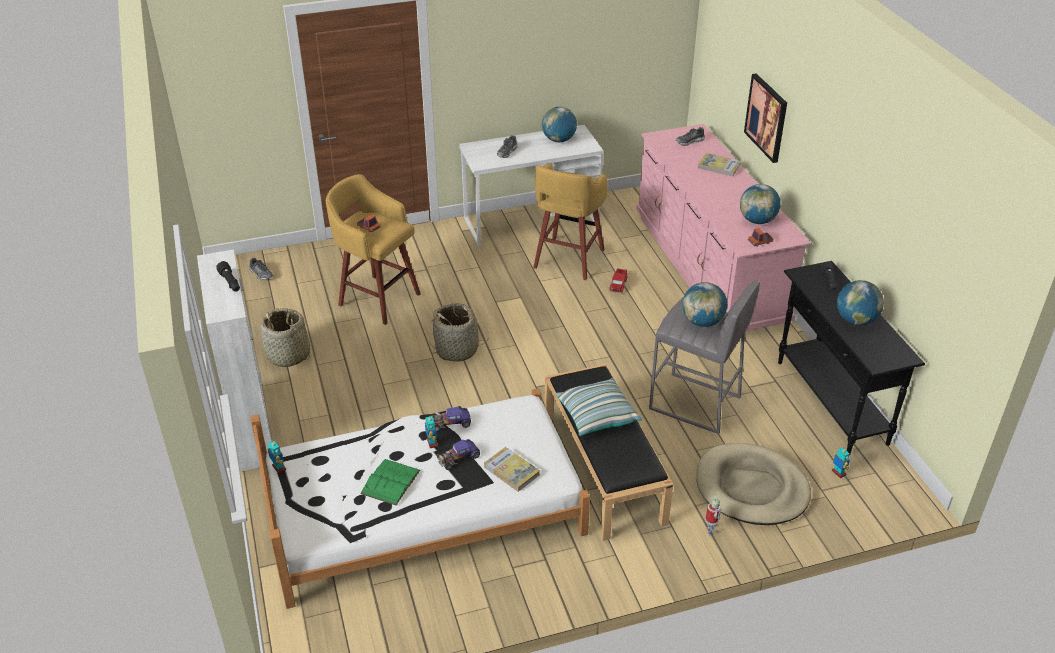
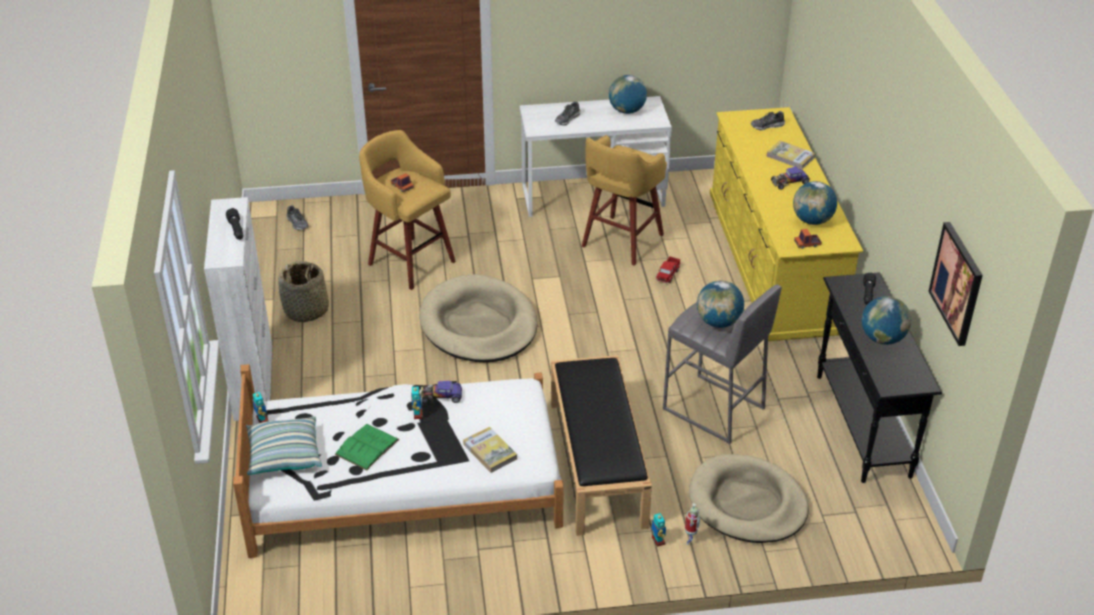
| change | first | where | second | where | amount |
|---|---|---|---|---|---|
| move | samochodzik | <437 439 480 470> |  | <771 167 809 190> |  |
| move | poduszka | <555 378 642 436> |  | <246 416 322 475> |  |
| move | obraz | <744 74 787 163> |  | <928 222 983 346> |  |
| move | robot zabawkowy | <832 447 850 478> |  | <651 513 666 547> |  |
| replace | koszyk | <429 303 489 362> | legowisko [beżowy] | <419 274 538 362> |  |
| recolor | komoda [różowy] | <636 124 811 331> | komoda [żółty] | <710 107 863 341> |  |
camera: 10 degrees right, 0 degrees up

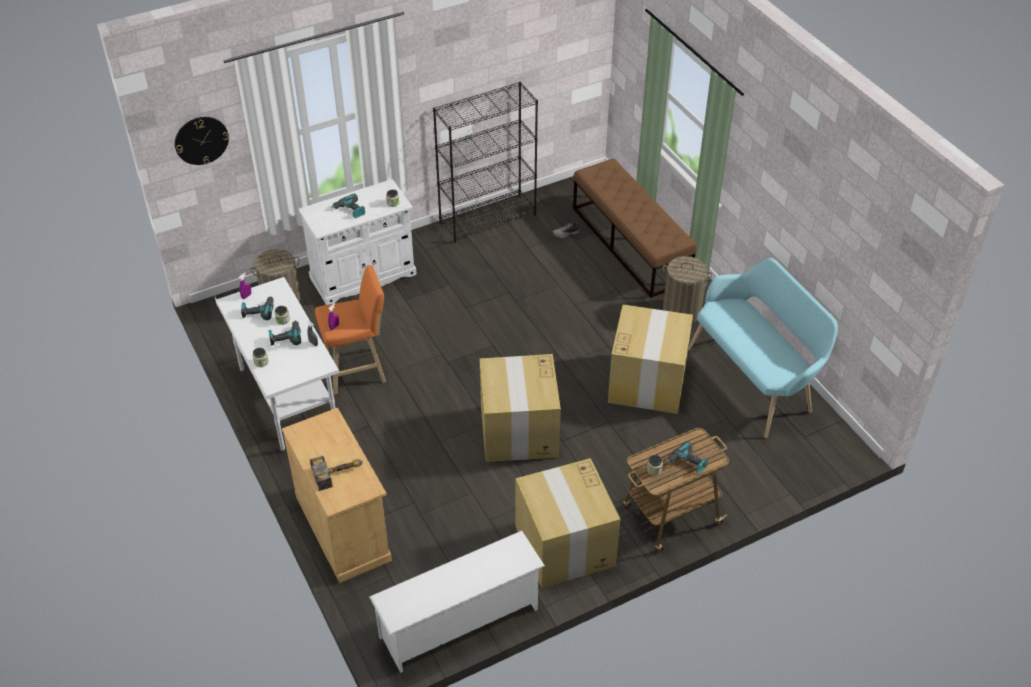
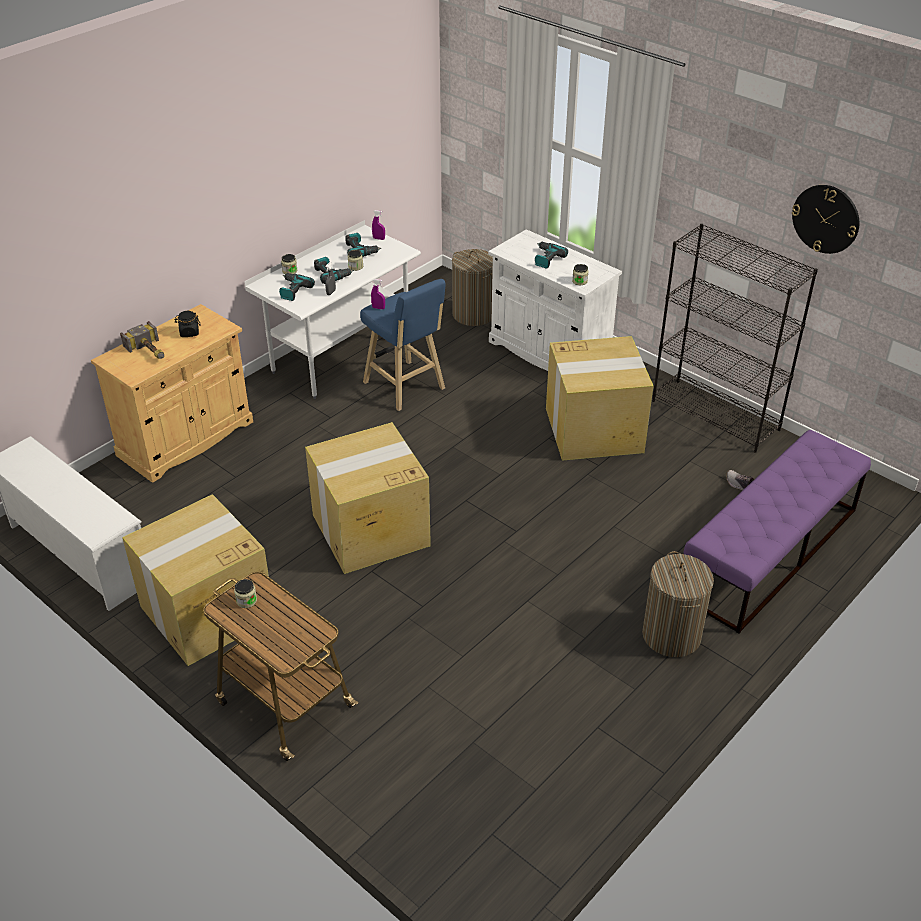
| change | first | where | second | where | amount |
|---|---|---|---|---|---|
| delete | ławka [turkusowy] | <688 258 838 438> |  |  |  |
| insert |  |  | słoik [czarny] | <175 311 200 337> |  |
| move | zegar ścienny | <175 117 229 165> |  | <792 185 859 254> |  |
| move | karton | <608 305 693 414> |  | <546 336 653 461> |  |
| move | wiertarka | <666 441 708 474> |  | <279 273 315 301> |  |
| recolor | stołek [pomarańczowy] | <315 265 386 395> | stołek [niebieski] | <360 279 446 411> |  |
| recolor | ławka [brązowy] | <573 159 697 298> | ławka [fioletowy] | <683 430 871 633> |  |
camera: 70 degrees right, 5 degrees down

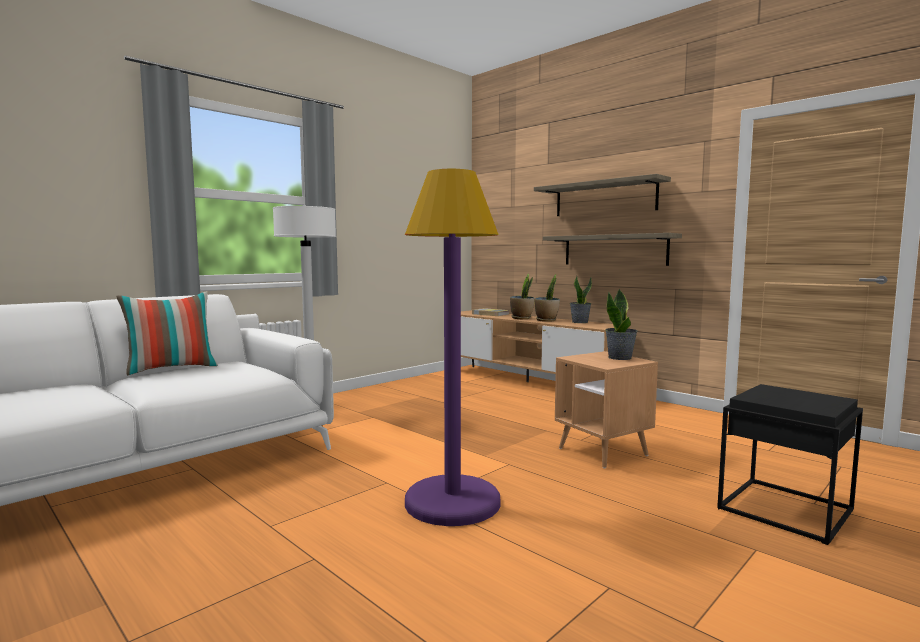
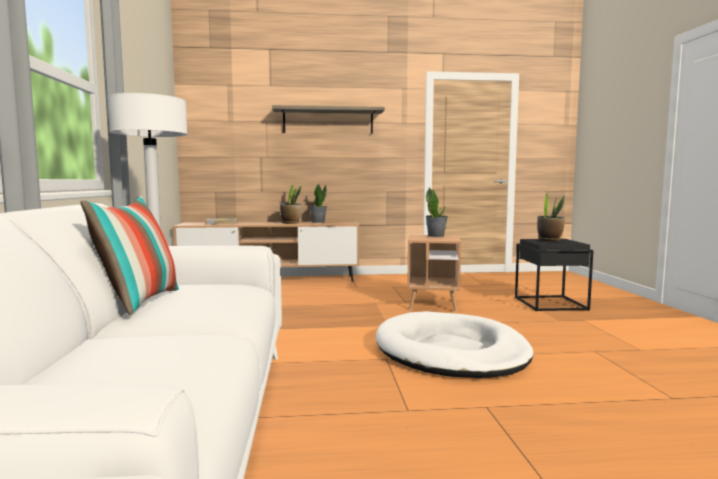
| change | first | where | second | where | amount |
|---|---|---|---|---|---|
| delete | półka | <543 233 682 266> |  |  |  |
| move | roślina doniczkowa | <510 274 534 319> |  | <537 192 565 241> |  |
| replace | lampa stojąca [fioletowy] | <405 169 501 526> | legowisko [biały] | <376 311 533 378> |  |
camera: 50 degrees left, 0 degrees up

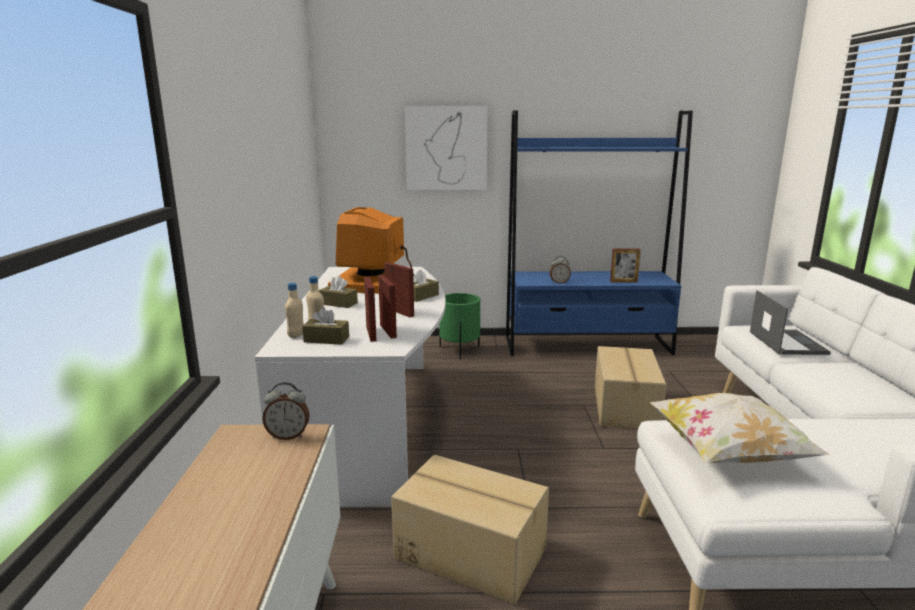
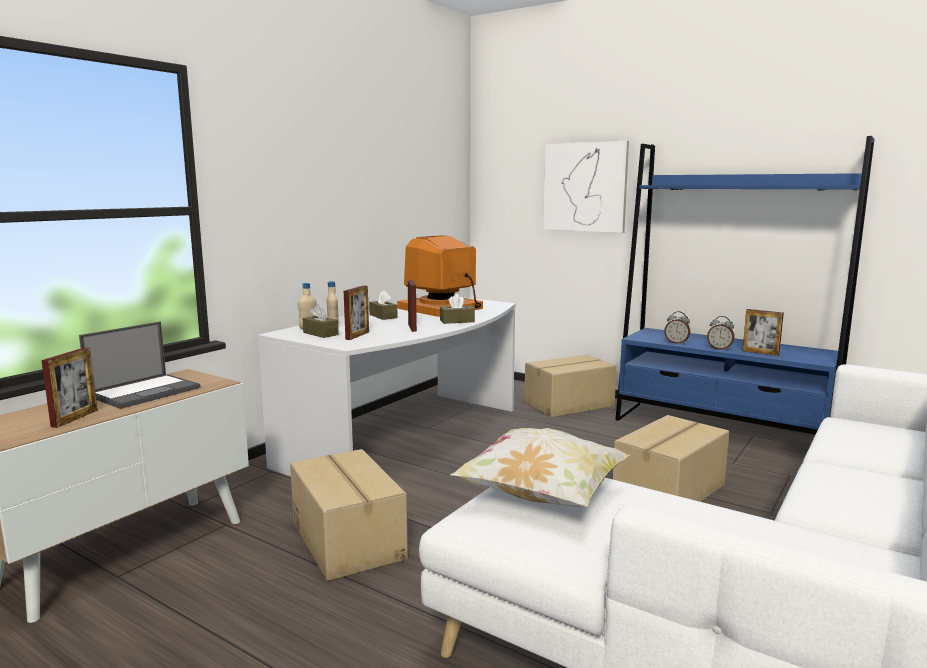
| change | first | where | second | where | amount |
|---|---|---|---|---|---|
| move | budzik | <263 382 310 440> |  | <707 316 735 350> |  |
| move | ramka na zdjęcie | <378 275 397 339> |  | <41 348 98 428> |  |
| move | laptop | <750 290 831 355> |  | <79 322 200 409> |  |
| replace | donica [zielony] | <440 293 480 359> | karton | <524 355 617 417> |  |
camera: 35 degrees right, 5 degrees down

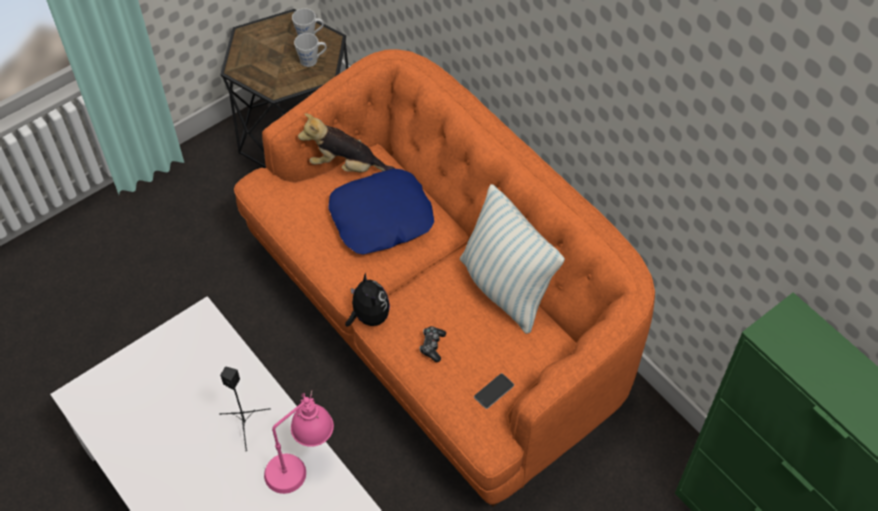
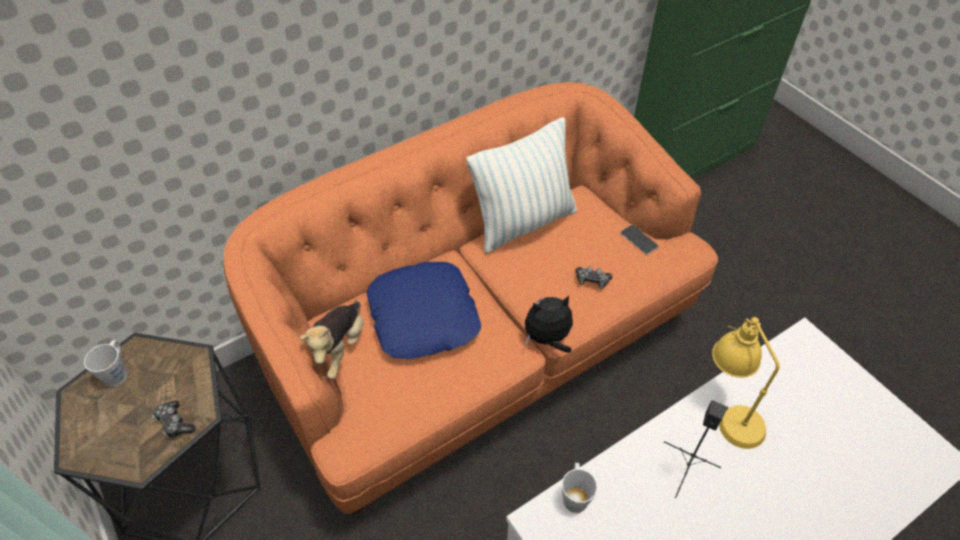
| change | first | where | second | where | amount |
|---|---|---|---|---|---|
| insert |  |  | pad do gier | <153 401 196 438> |  |
| move | kubek [szary] | <294 33 326 67> |  | <562 463 597 513> |  |
| recolor | lampa stołowa [różowy] | <264 390 334 494> | lampa stołowa [żółty] | <712 317 780 449> |  |
camera: 85 degrees left, 5 degrees down

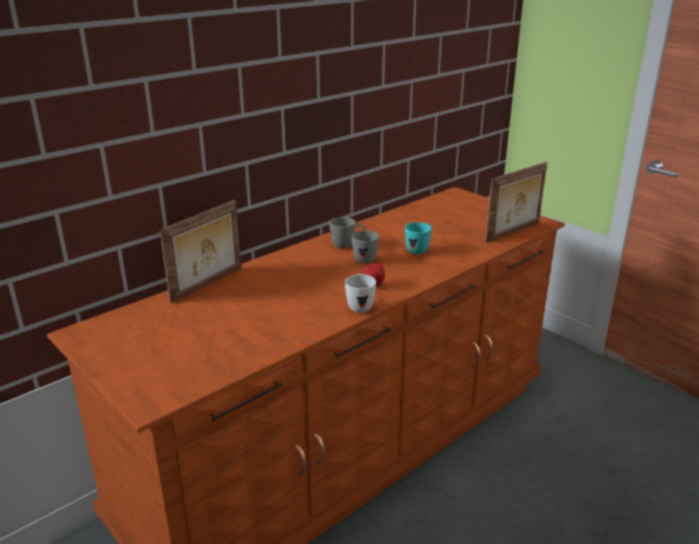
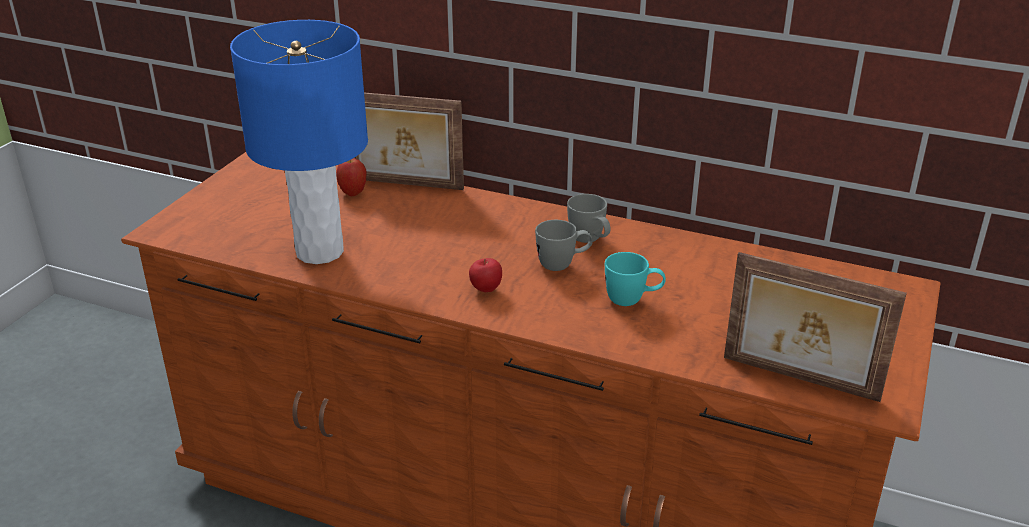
| change | first | where | second | where | amount |
|---|---|---|---|---|---|
| delete | kubek [biały] | <345 274 376 313> |  |  |  |
| insert |  |  | lampa stołowa [niebieski] | <230 20 368 264> |  |
| insert |  |  | jabłko | <336 158 366 196> |  |
camera: 65 degrees right, 5 degrees up

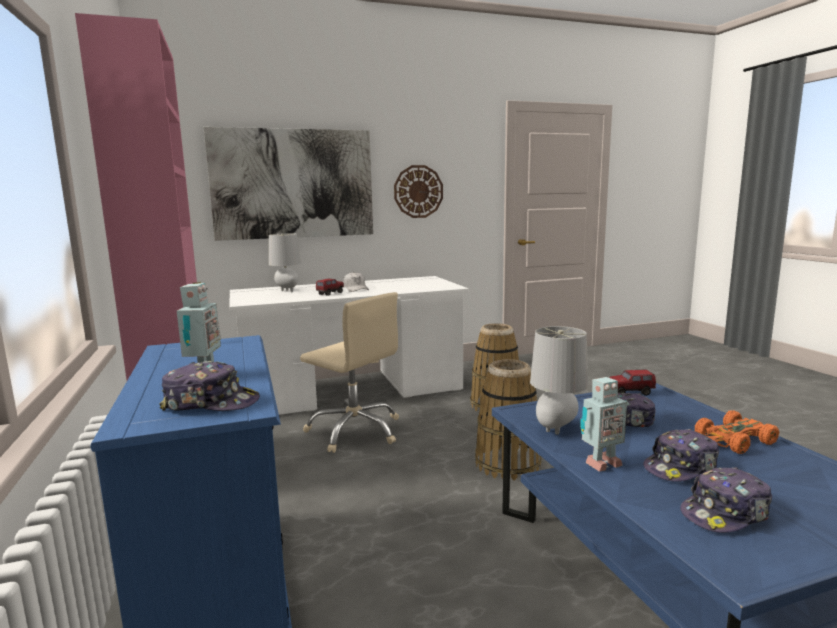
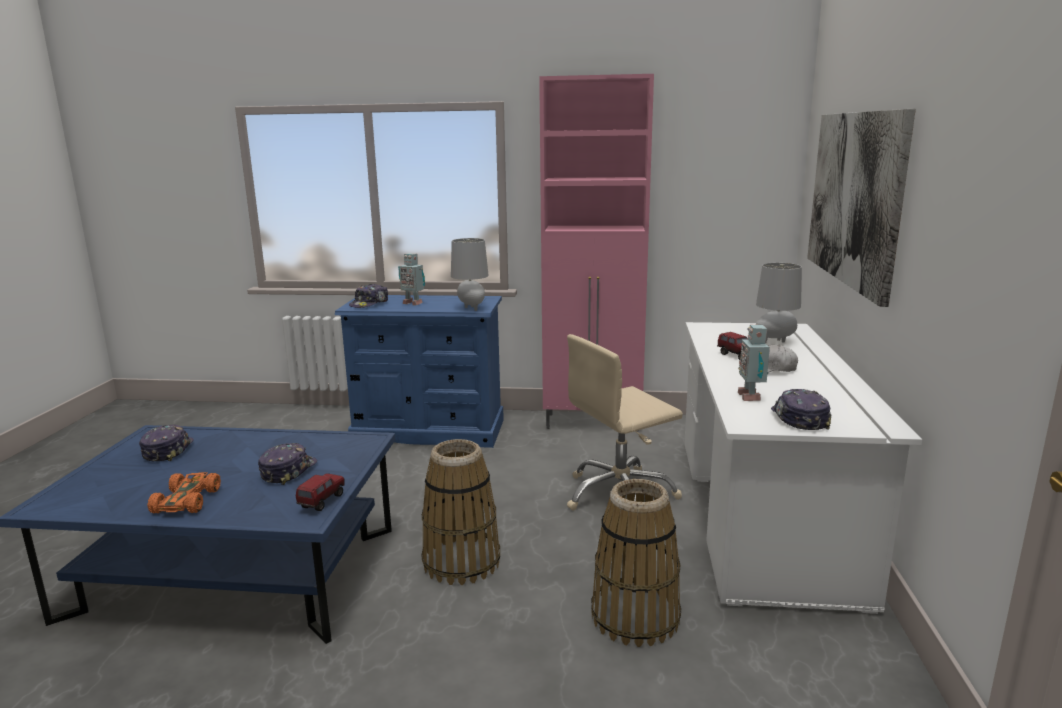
| change | first | where | second | where | amount |
|---|---|---|---|---|---|
| delete | zegar ścienny | <394 165 443 218> |  |  |  |
| move | lampa stołowa [szary] | <530 326 588 434> |  | <451 238 489 311> |  |
| move | robot zabawkowy | <580 377 627 472> |  | <738 325 770 401> |  |
| move | czapka z daszkiem | <643 429 719 482> |  | <771 389 831 430> |  |
camera: 115 degrees right, 5 degrees up

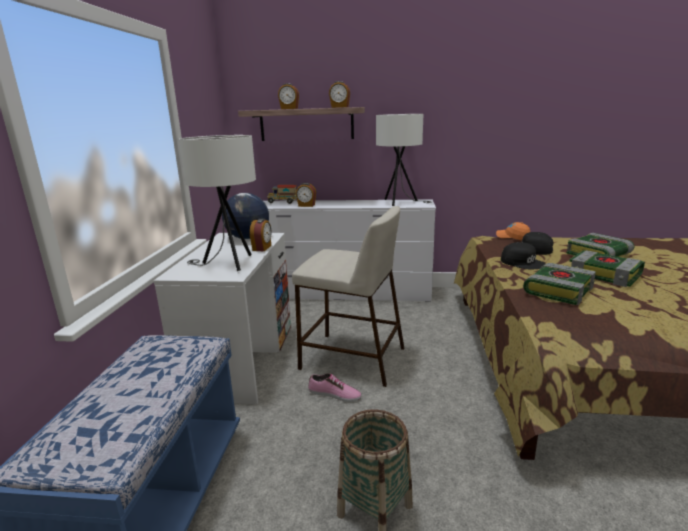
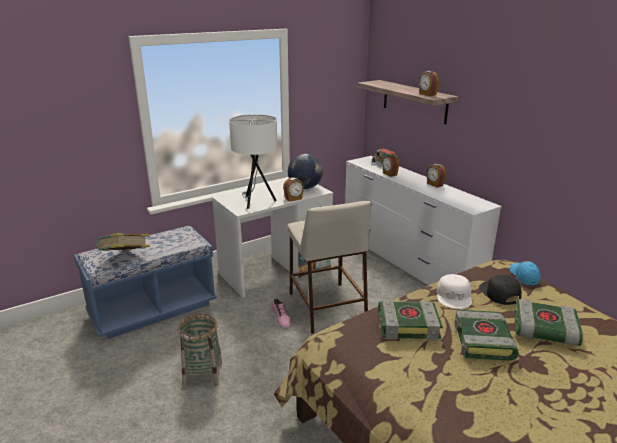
| change | first | where | second | where | amount |
|---|---|---|---|---|---|
| delete | lampa stołowa [biały] | <376 114 431 206> |  |  |  |
| insert |  |  | książka | <96 233 150 251> |  |
| move | budzik | <278 83 299 109> |  | <427 164 446 188> |  |
| recolor | czapka z daszkiem [pomarańczowy] | <496 222 530 240> | czapka z daszkiem [niebieski] | <510 261 540 285> |  |
| recolor | czapka z daszkiem [czarny] | <501 242 546 269> | czapka z daszkiem [biały] | <437 274 472 309> |  |
camera: 50 degrees right, 5 degrees up

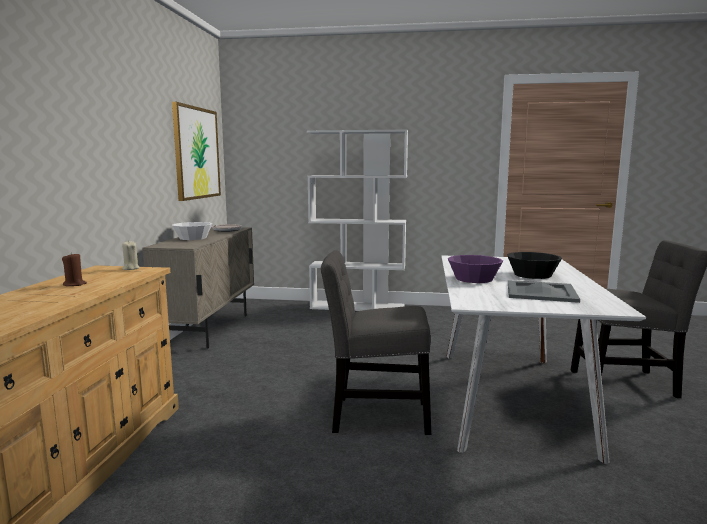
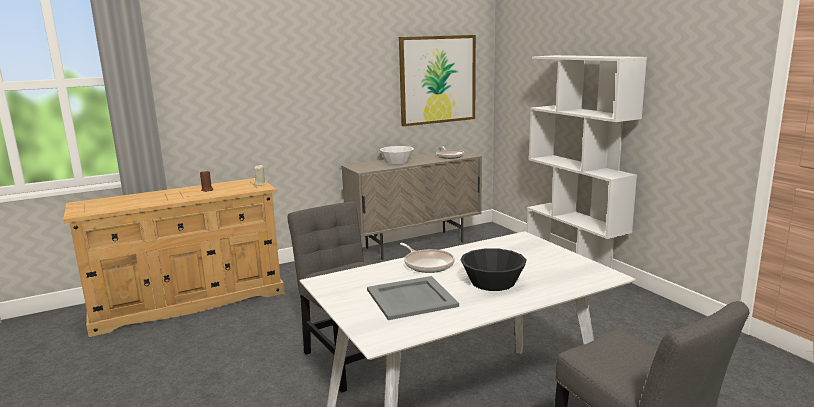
| change | first | where | second | where | amount |
|---|---|---|---|---|---|
| replace | miska [fioletowy] | <448 255 503 283> | patelnia | <400 243 455 273> |  |
camera: 55 degrees right, 5 degrees up

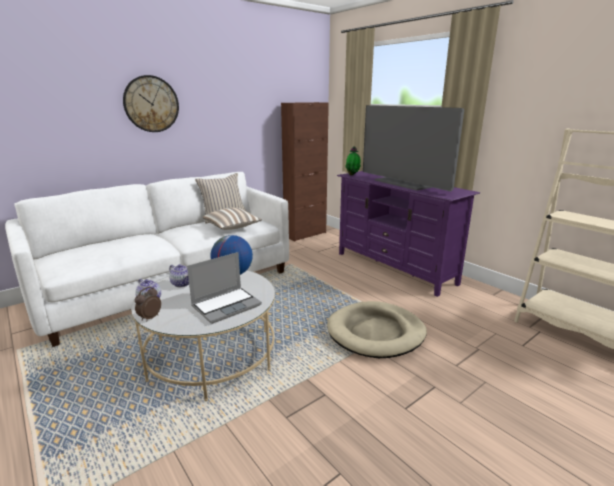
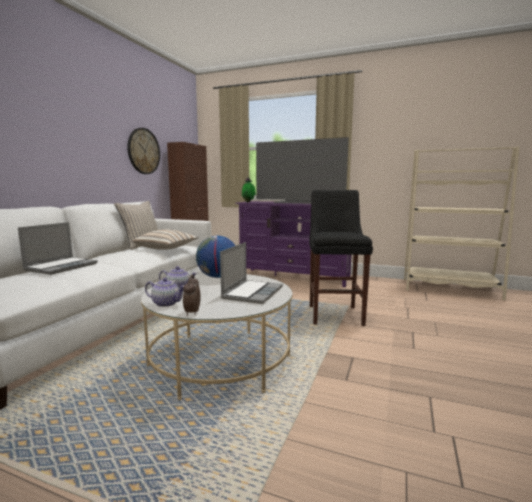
| change | first | where | second | where | amount |
|---|---|---|---|---|---|
| insert |  |  | laptop | <18 222 97 275> |  |
| move | zegar ścienny | <123 75 179 132> |  | <127 128 160 174> |  |
| replace | legowisko [beżowy] | <327 301 427 358> | stołek [czarny] | <309 190 373 326> |  |
camera: 30 degrees left, 10 degrees down

